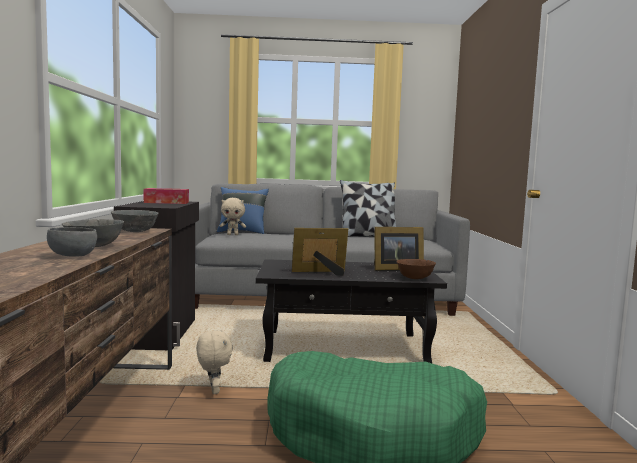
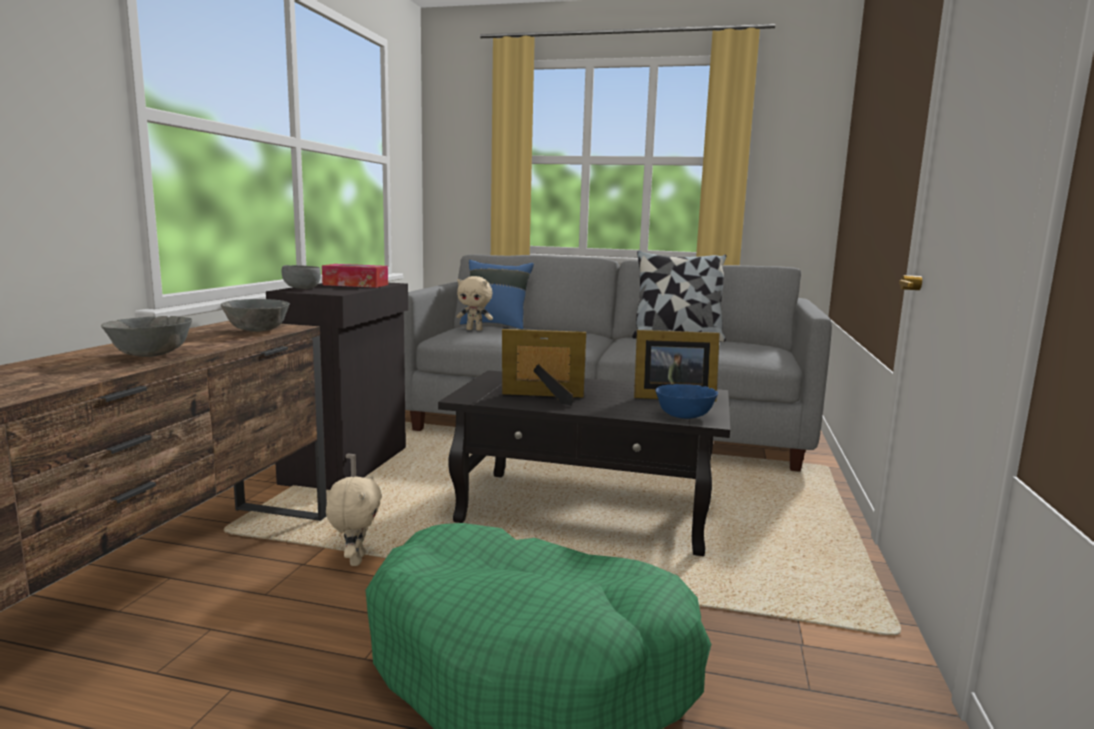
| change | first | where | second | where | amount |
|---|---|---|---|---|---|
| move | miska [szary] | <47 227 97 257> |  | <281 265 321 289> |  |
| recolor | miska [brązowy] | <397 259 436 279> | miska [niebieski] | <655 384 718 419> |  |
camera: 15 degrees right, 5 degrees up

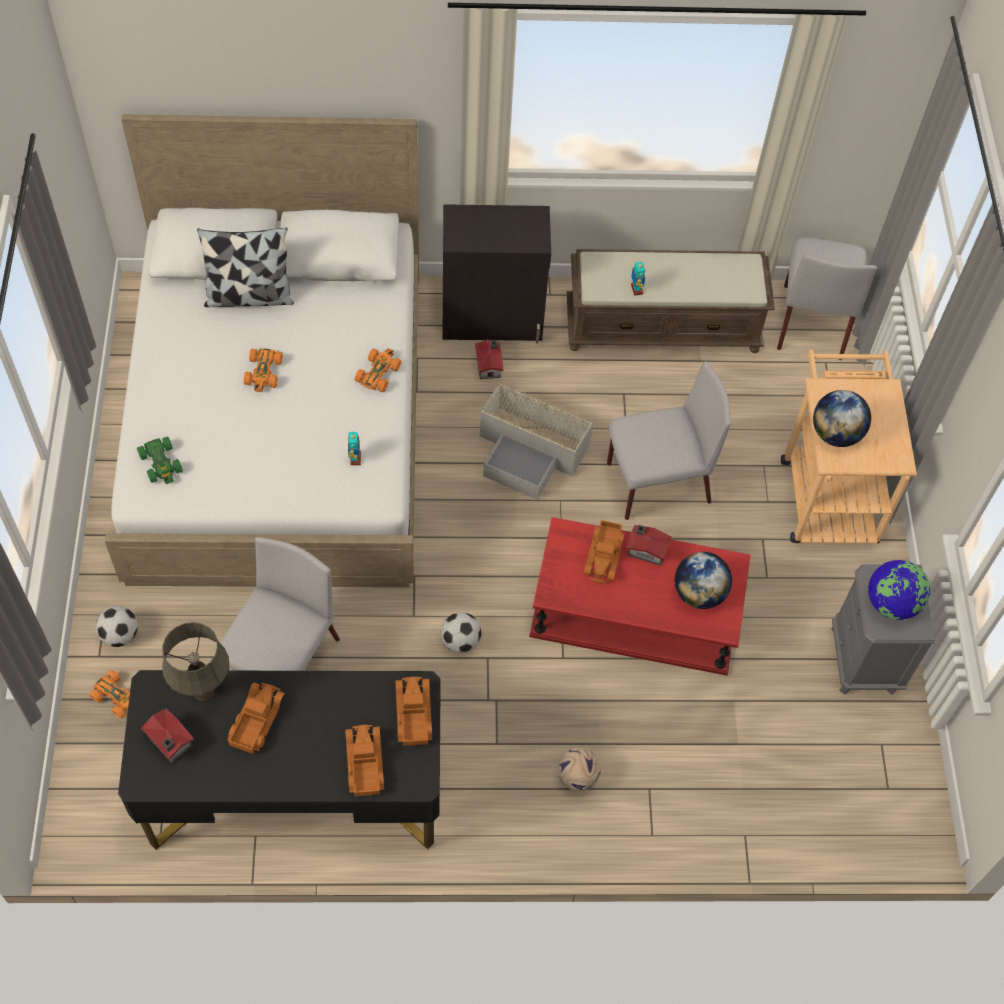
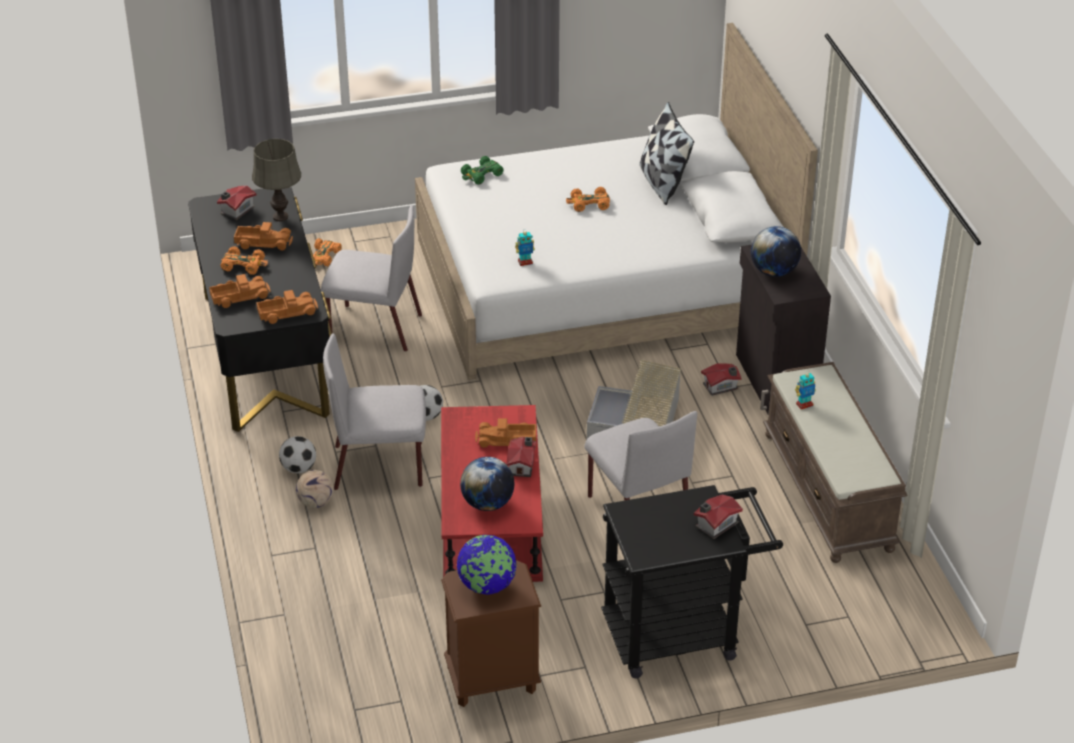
| change | first | where | second | where | amount |
|---|---|---|---|---|---|
| insert |  |  | domek | <694 495 743 539> |  |
| move | piłka futbolowa | <96 606 138 647> |  | <279 436 316 473> |  |
| move | samochodzik [pomarańczowy] | <354 348 401 392> |  | <221 246 268 275> |  |
| move | krzesło [szary] | <777 237 877 360> |  | <323 333 426 490> |  |
| move | globus | <813 390 871 447> |  | <751 226 801 277> |  |
| recolor | wózek [beżowy] | <781 350 917 544> | wózek [czarny] | <601 485 783 678> |  |
| recolor | szafka nocna [szary] | <831 564 935 695> | szafka nocna [brązowy] | <441 560 541 707> |  |
camera: 80 degrees right, 20 degrees down

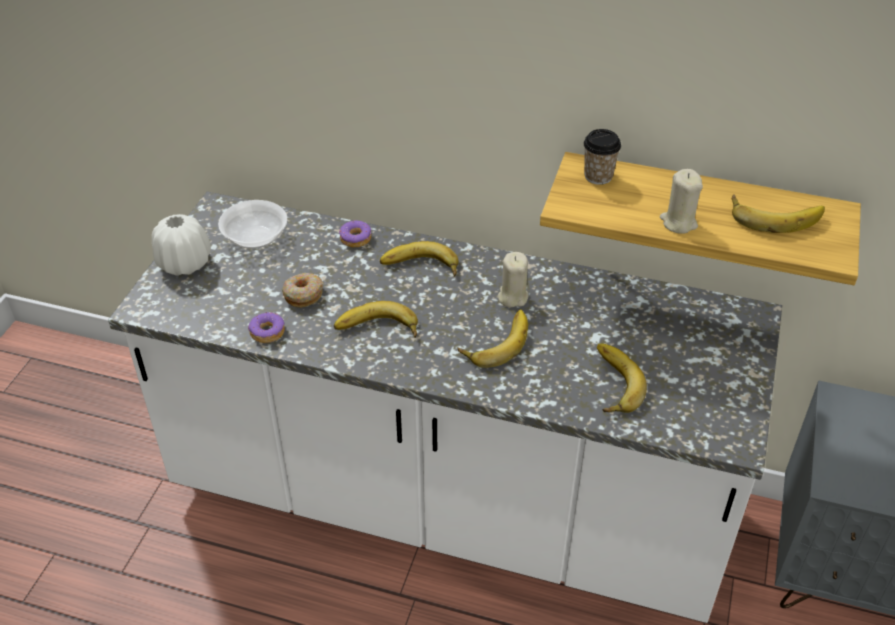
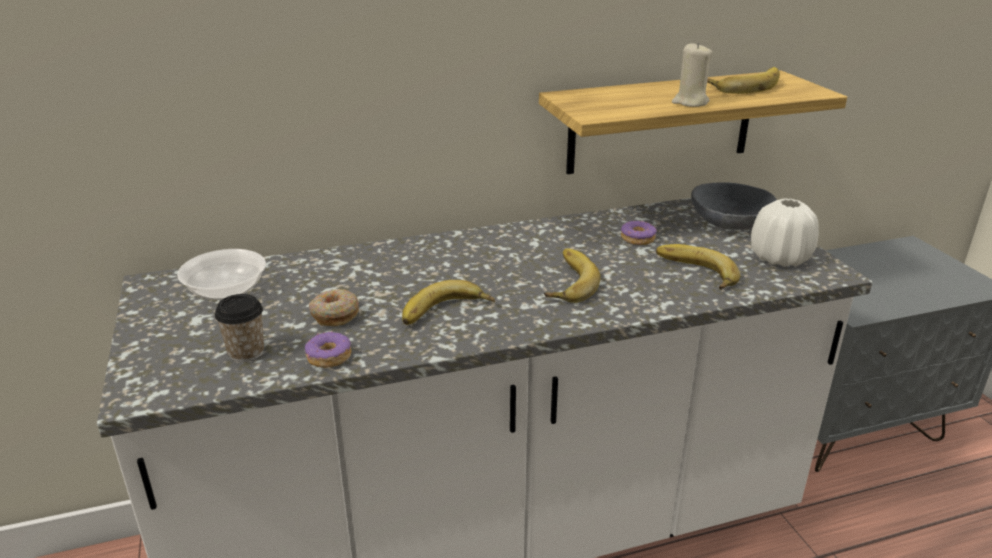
| change | first | where | second | where | amount |
|---|---|---|---|---|---|
| delete | banan | <380 241 459 277> |  |  |  |
| delete | świeca [beżowy] | <498 252 529 307> |  |  |  |
| insert |  |  | miska [szary] | <691 182 777 230> |  |
| move | wazon [biały] | <152 214 211 276> |  | <751 198 819 267> |  |
| move | donut | <339 221 372 247> |  | <621 221 657 245> |  |
| move | filiżanka | <584 129 621 185> |  | <215 294 264 362> |  |
camera: 35 degrees left, 15 degrees down

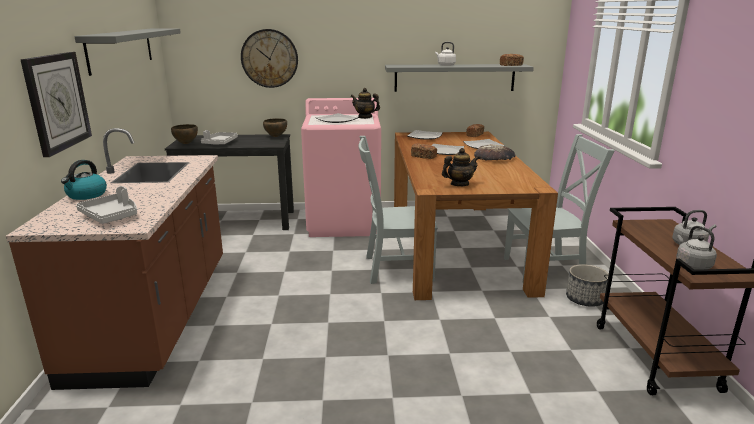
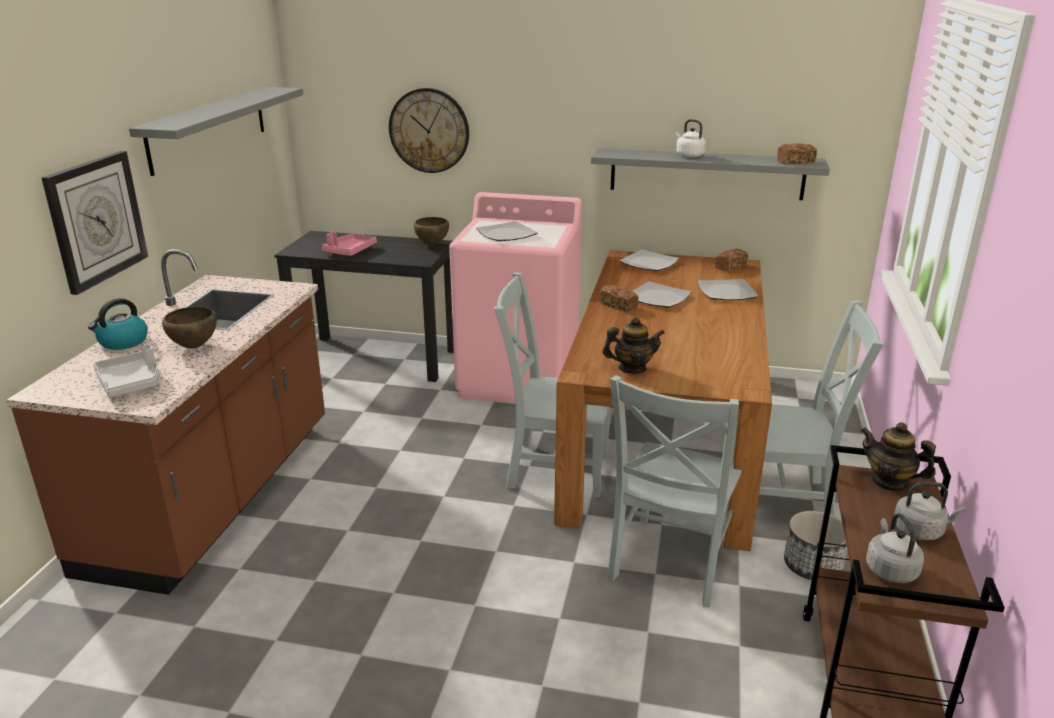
| change | first | where | second | where | amount |
|---|---|---|---|---|---|
| delete | chleb | <474 144 516 161> |  |  |  |
| insert |  |  | krzesło [szary] | <608 375 742 608> |  |
| move | miska [brązowy] | <171 124 198 144> |  | <162 307 217 349> |  |
| move | imbryk | <351 88 380 119> |  | <861 422 936 492> |  |
| recolor | taca [szary] | <201 130 238 145> | taca [różowy] | <322 232 377 256> |  |
camera: 15 degrees right, 5 degrees up

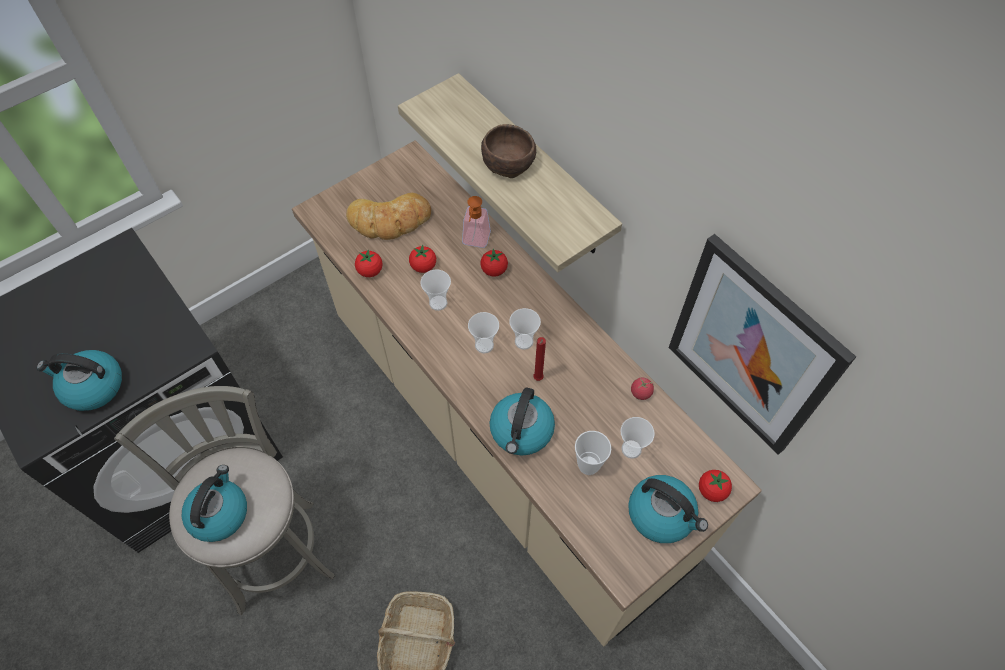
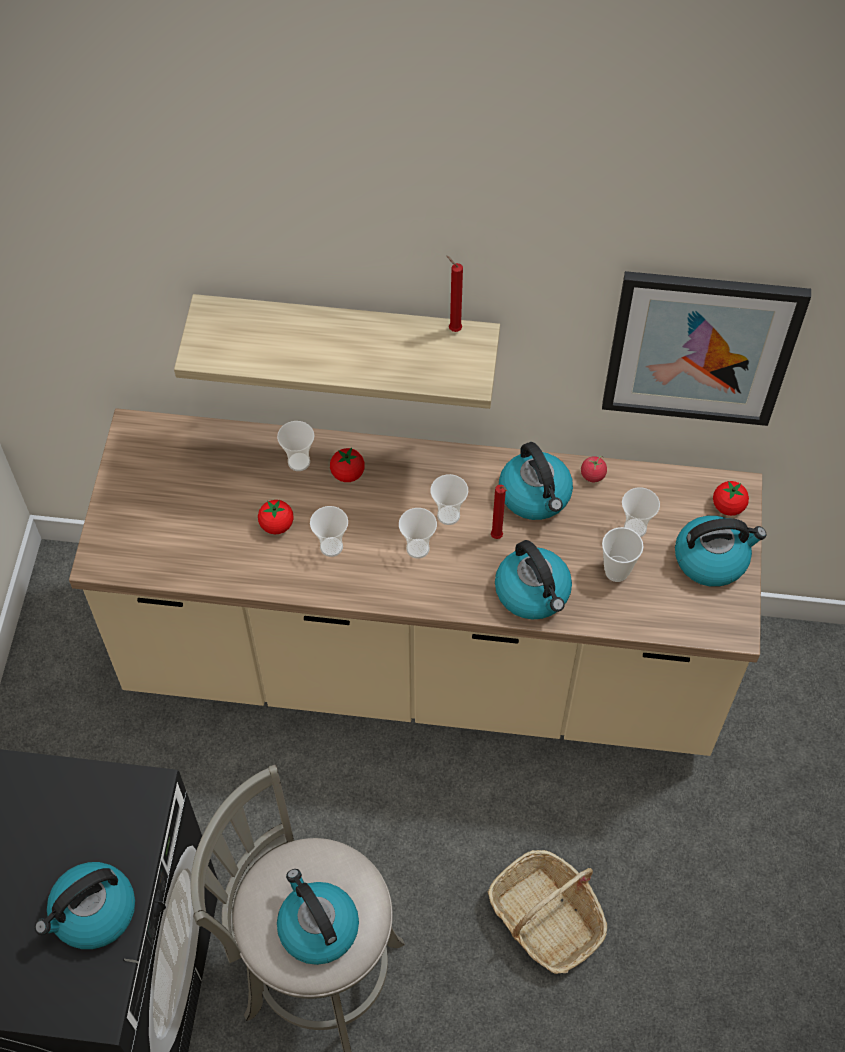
| change | first | where | second | where | amount |
|---|---|---|---|---|---|
| delete | chleb | <346 192 431 240> |  |  |  |
| delete | pomidor | <355 249 383 277> |  |  |  |
| delete | miska [brązowy] | <481 124 536 178> |  |  |  |
| insert |  |  | świeca [czerwony] | <447 256 463 332> |  |
| insert |  |  | czajnik | <499 442 573 520> |  |
| replace | dozownik mydła | <462 196 491 248> | filiżanka | <277 421 315 471> |  |
camera: 45 degrees left, 0 degrees up

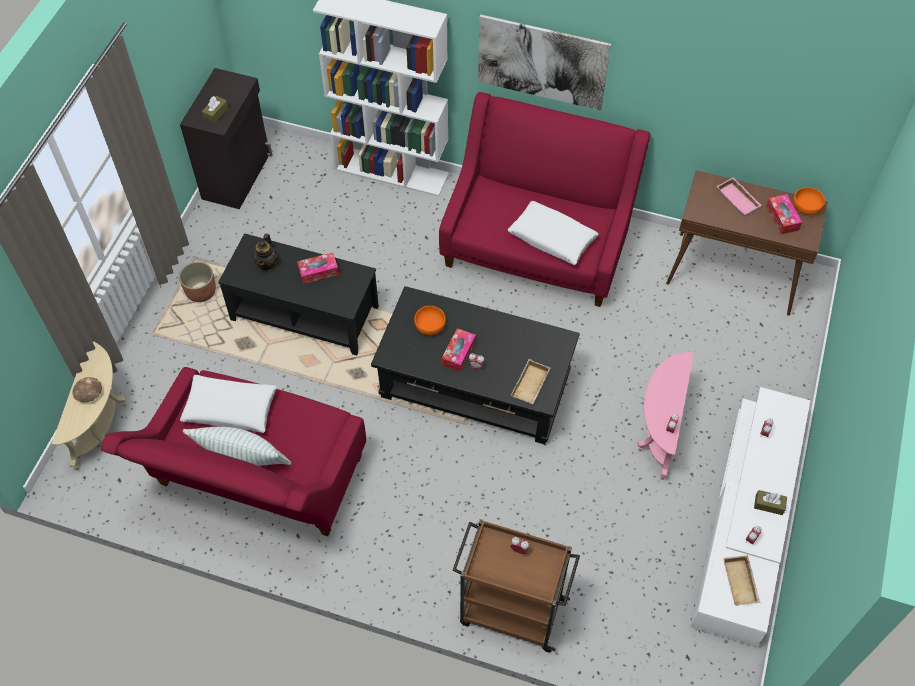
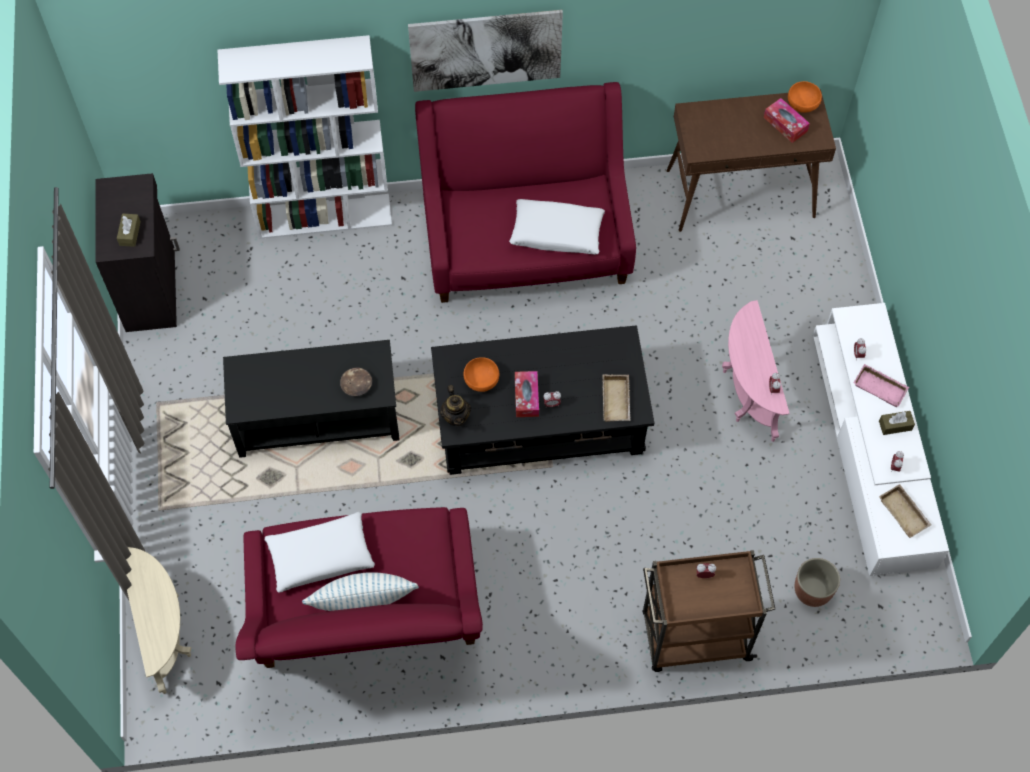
| change | first | where | second | where | amount |
|---|---|---|---|---|---|
| delete | pudełko chusteczek | <297 253 339 284> |  |  |  |
| move | miska [brązowy] | <72 377 102 403> |  | <340 368 372 396> |  |
| move | donica | <179 262 216 302> |  | <794 558 840 607> |  |
| move | imbryk | <252 234 278 270> |  | <440 385 471 426> |  |
| move | taca [różowy] | <717 177 762 217> |  | <854 364 909 407> |  |
camera: 25 degrees left, 5 degrees up

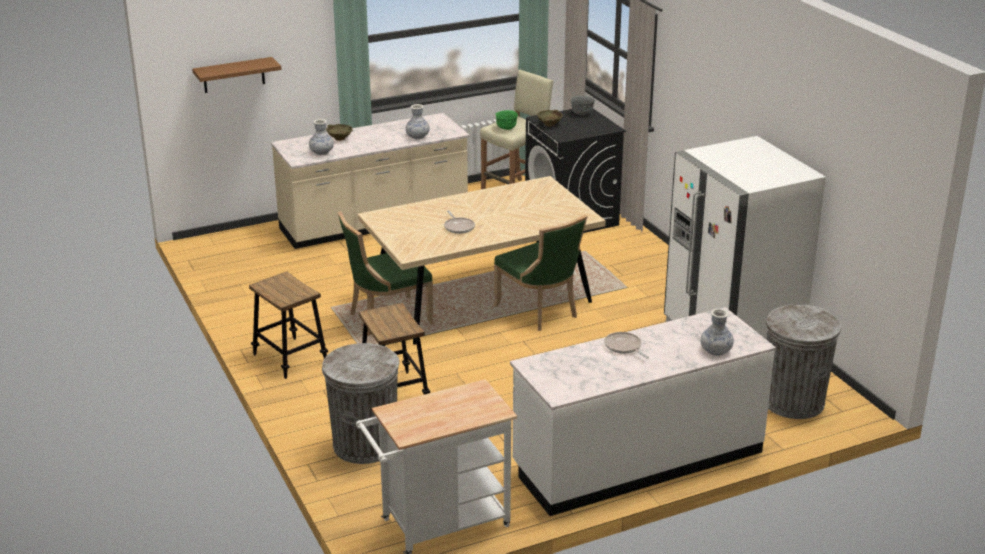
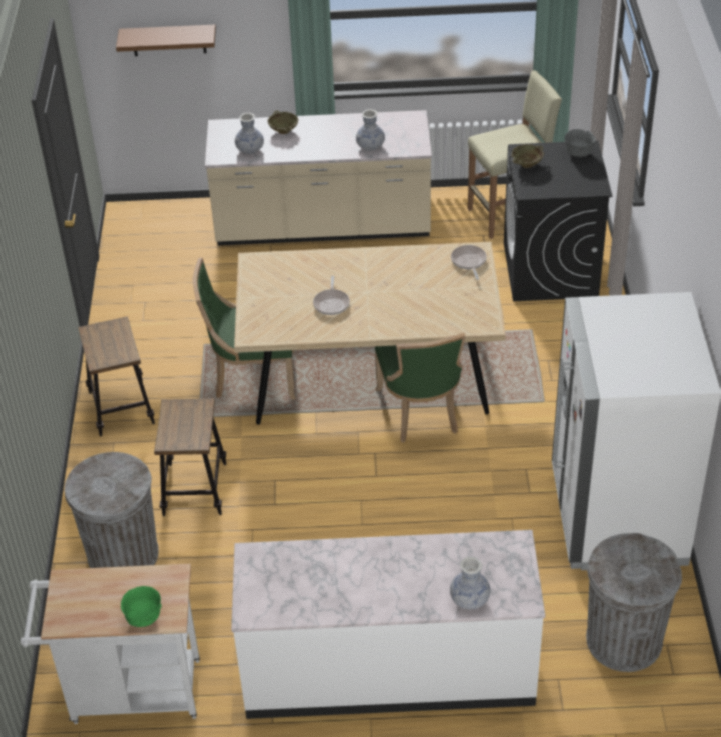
| change | first | where | second | where | amount |
|---|---|---|---|---|---|
| move | miska [zielony] | <495 110 518 130> |  | <121 586 162 627> |  |
| move | patelnia | <604 332 649 358> |  | <451 245 487 280> |  |
camera: 25 degrees right, 15 degrees up

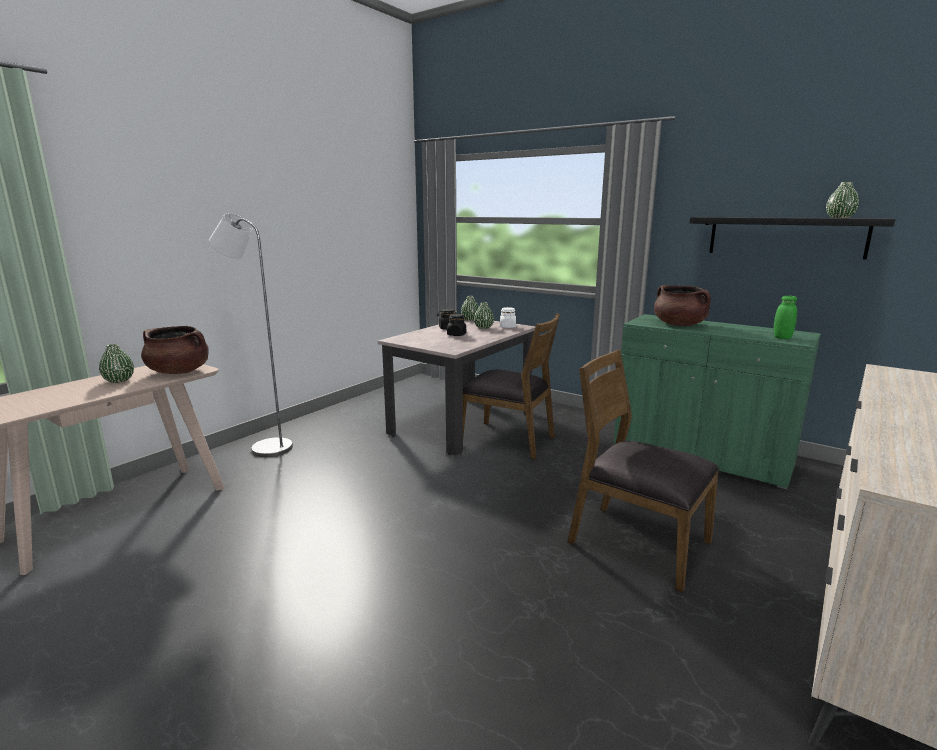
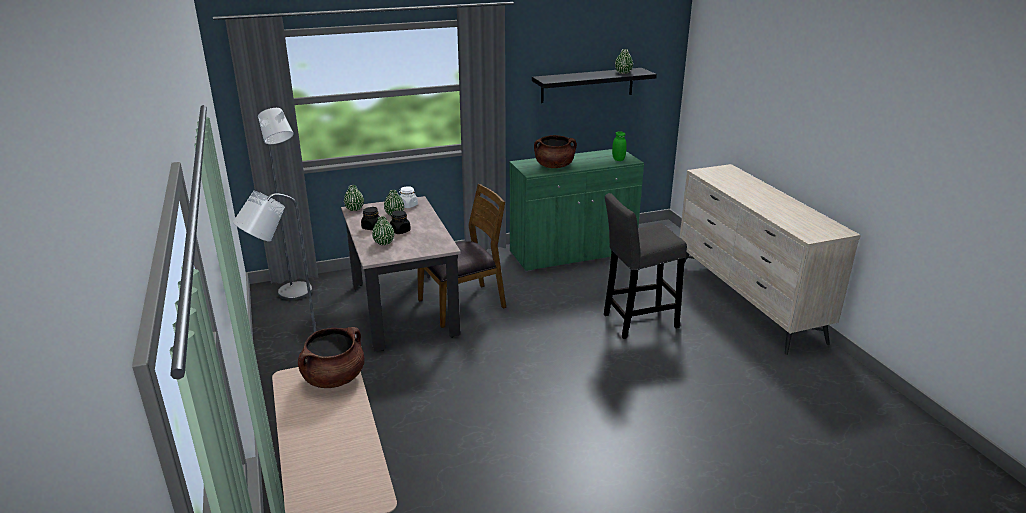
| change | first | where | second | where | amount |
|---|---|---|---|---|---|
| insert |  |  | lampa stojąca [szary] | <258 108 312 300> |  |
| move | wazon [zielony] | <99 344 134 383> |  | <372 216 394 245> |  |
| replace | krzesło [brązowy] | <568 350 719 593> | stołek [szary] | <604 193 687 339> |  |
camera: 55 degrees left, 10 degrees up

